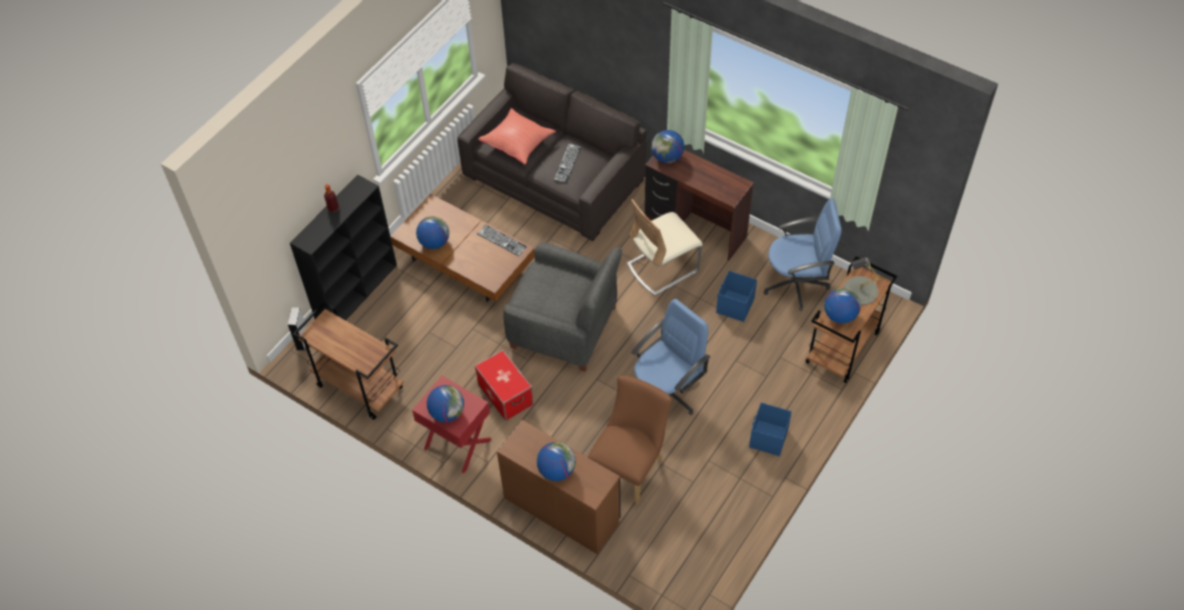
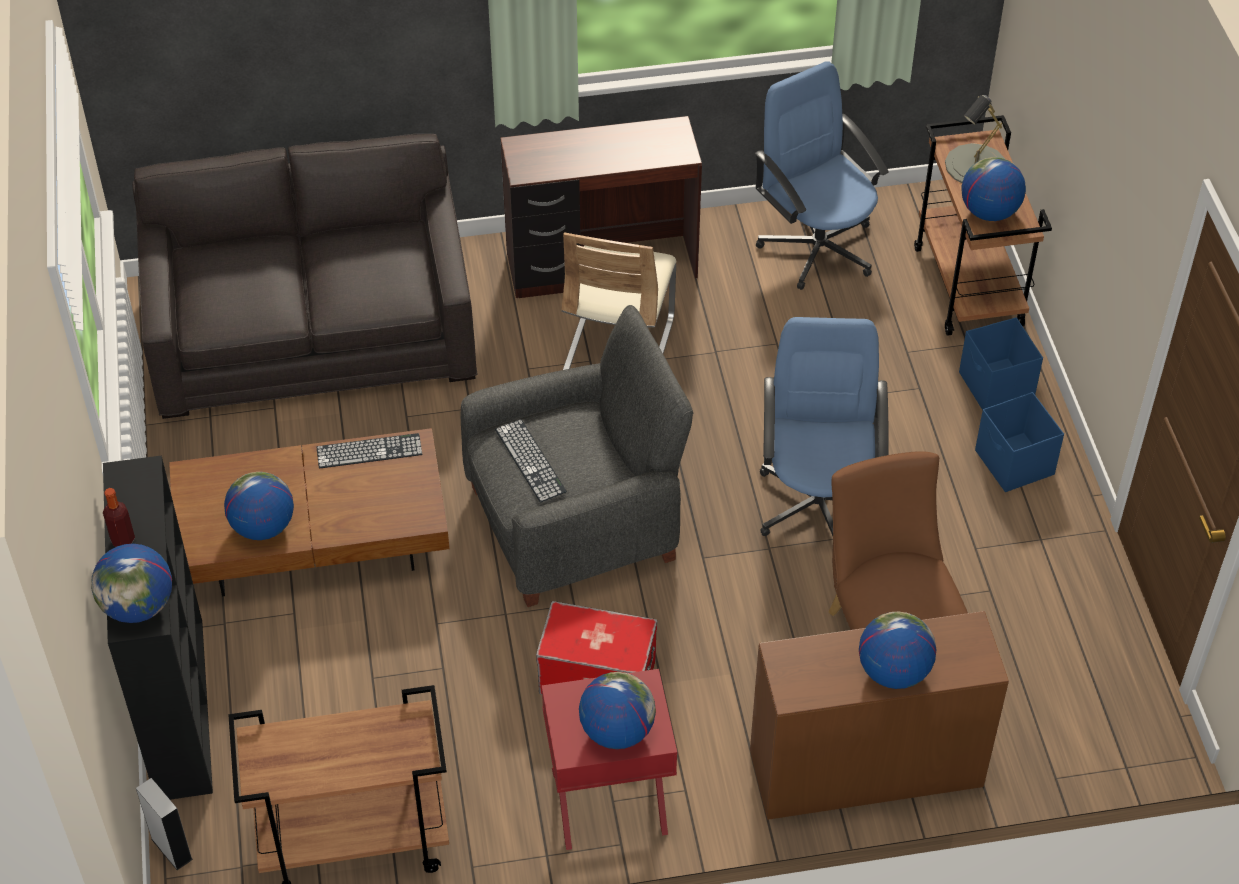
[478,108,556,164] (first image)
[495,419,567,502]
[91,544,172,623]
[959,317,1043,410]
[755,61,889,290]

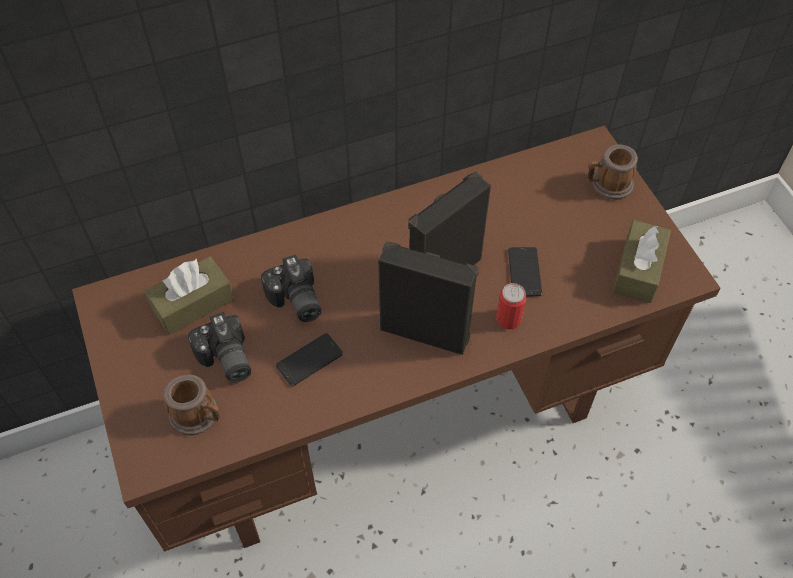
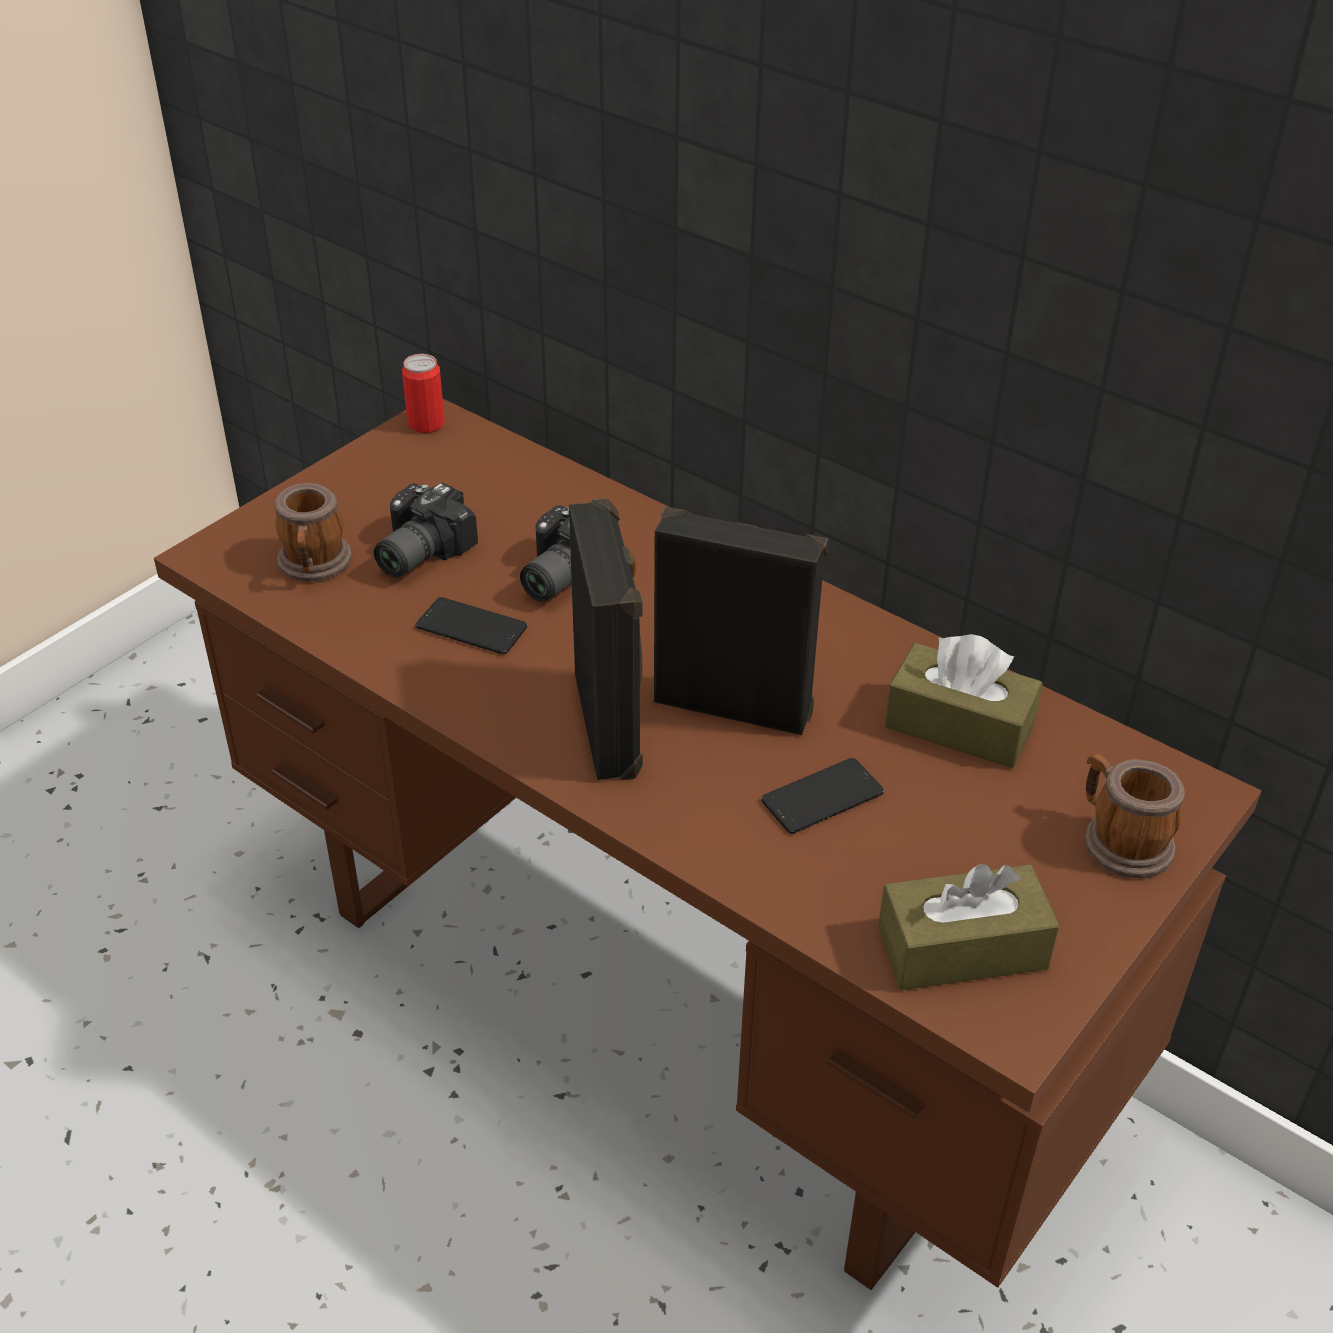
[885,634,1043,768]
[402,354,445,433]

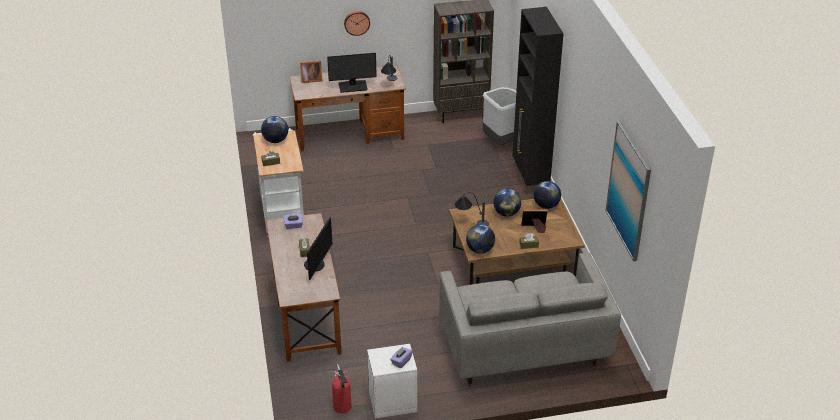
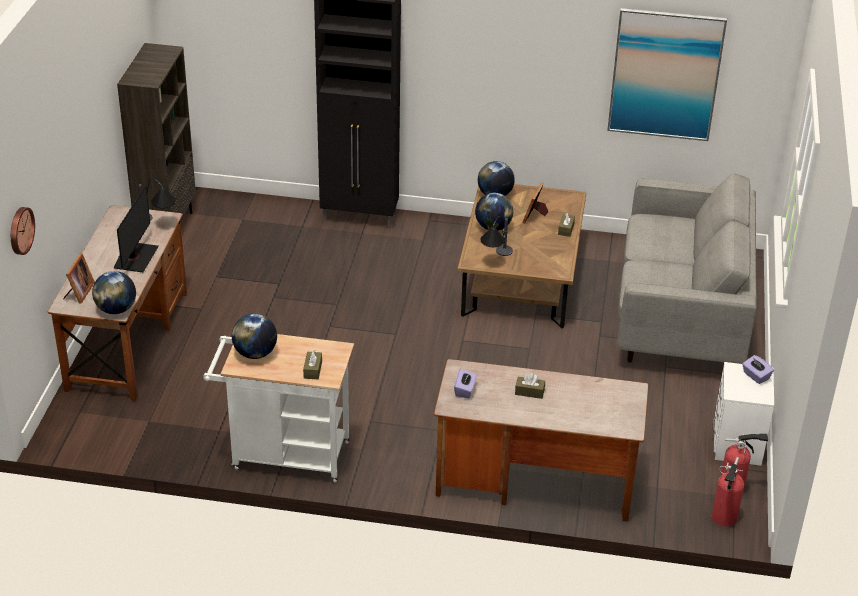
[304,218,333,280] (first image)
[483,87,516,146] (first image)
[712,457,744,526]
[11,207,35,255]
[92,271,136,314]

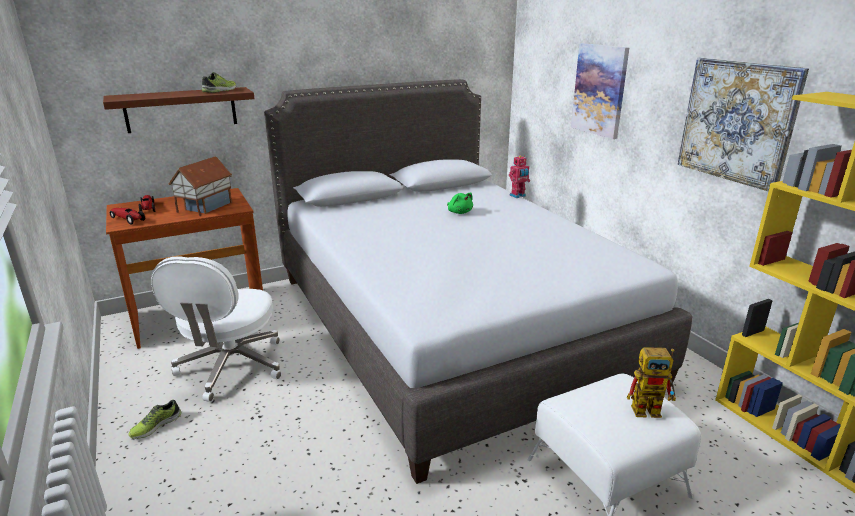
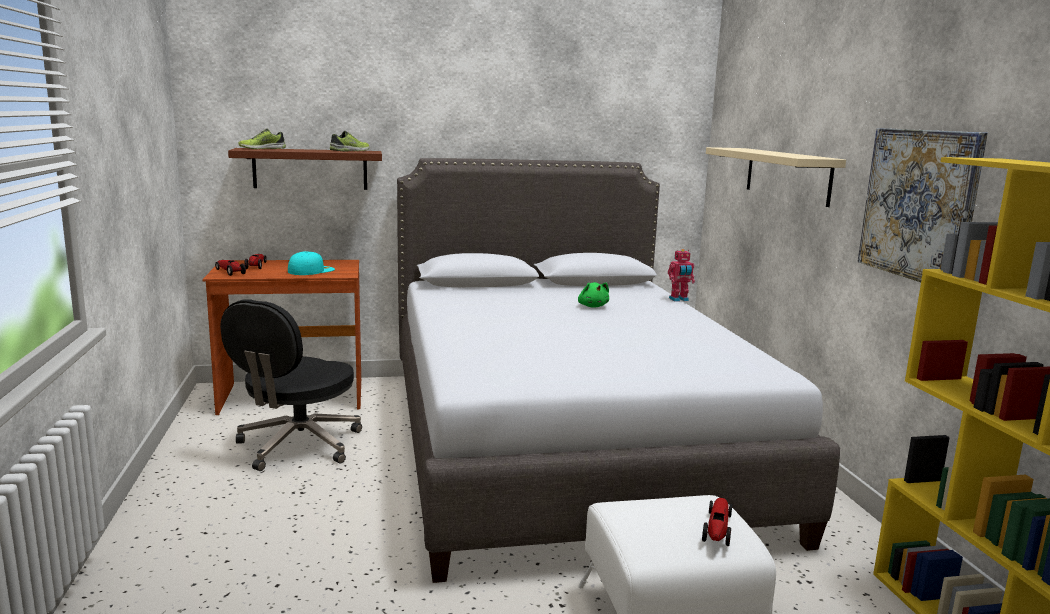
[239,129,286,149]
[288,251,335,275]
[706,147,846,207]
[702,498,732,546]
[220,299,362,471]

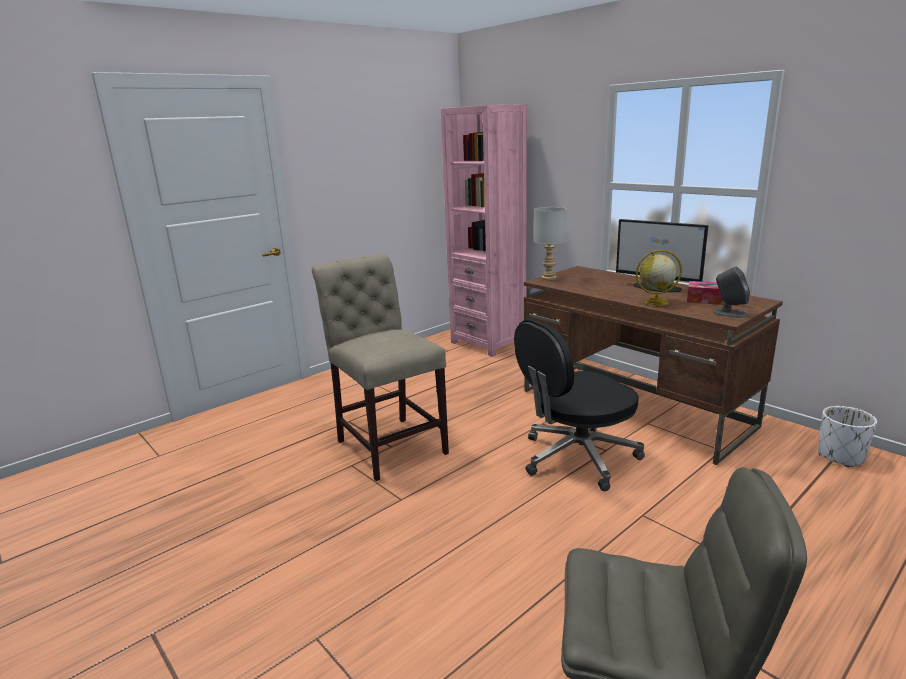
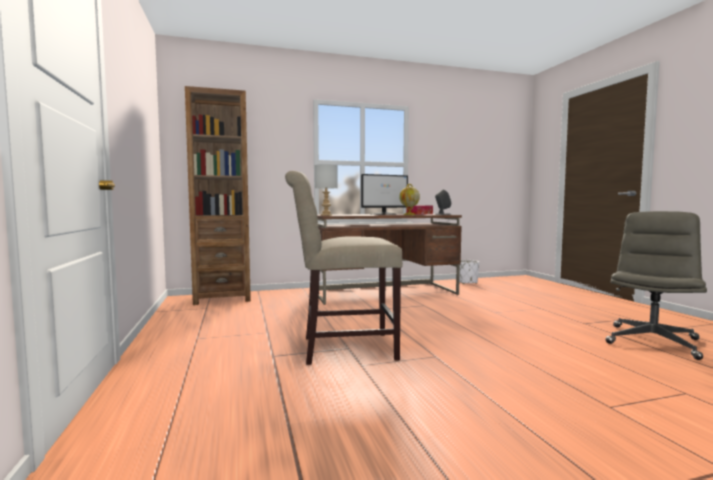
[514,319,645,491] (first image)
[185,86,251,305]

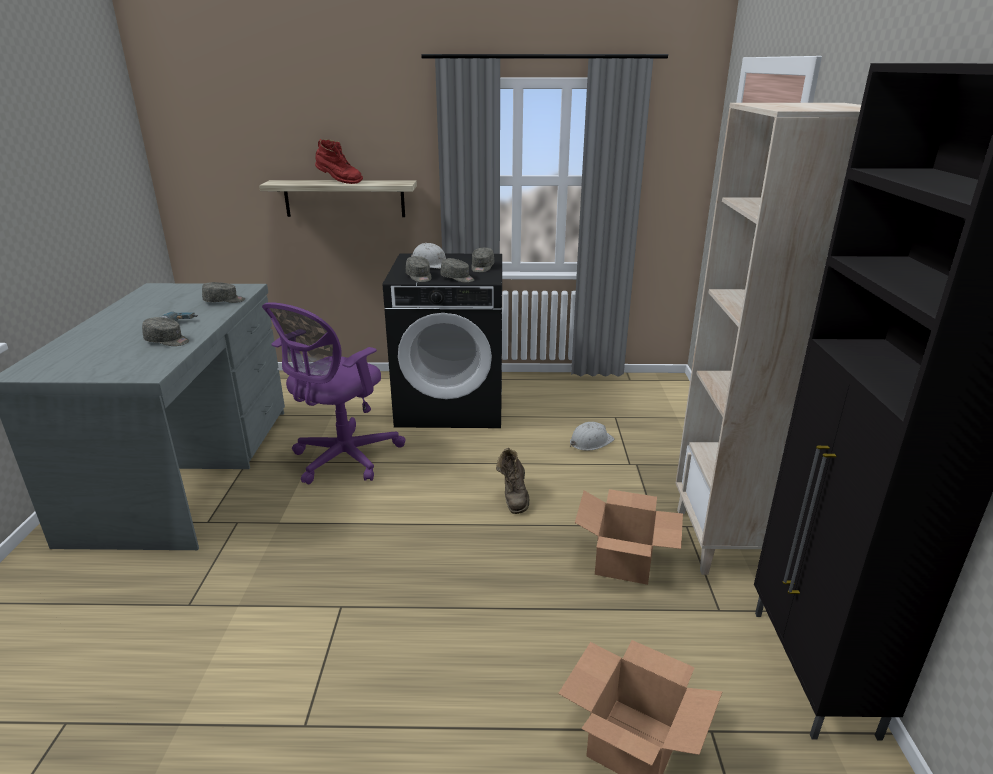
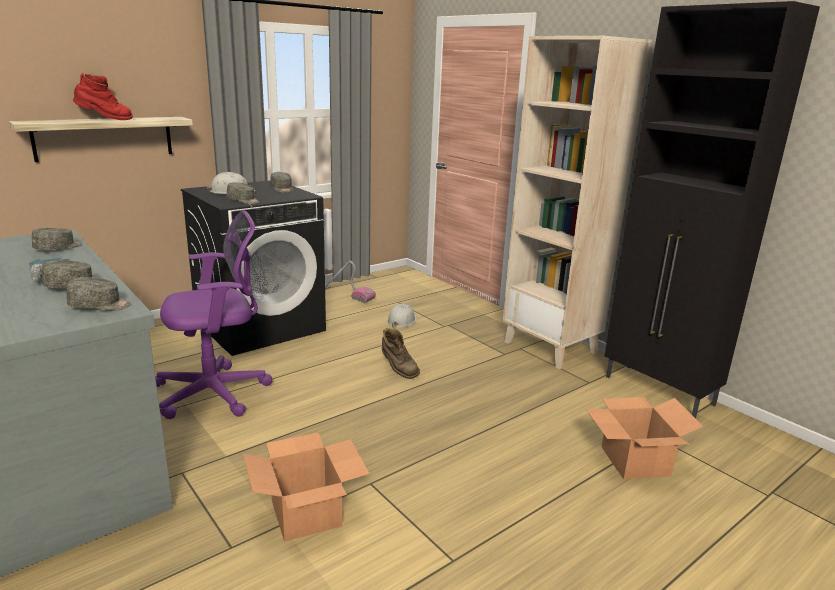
[325,261,376,303]
[66,277,131,311]
[243,433,370,542]
[155,210,273,419]

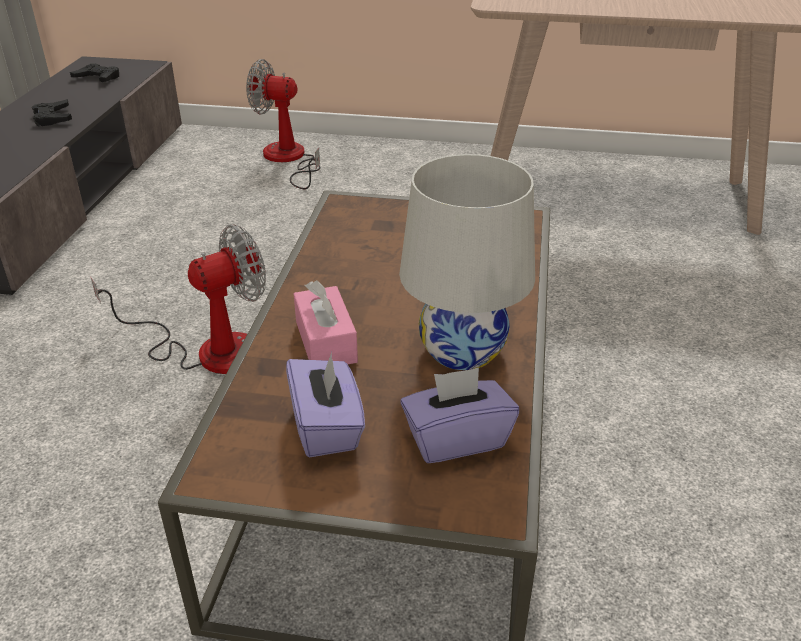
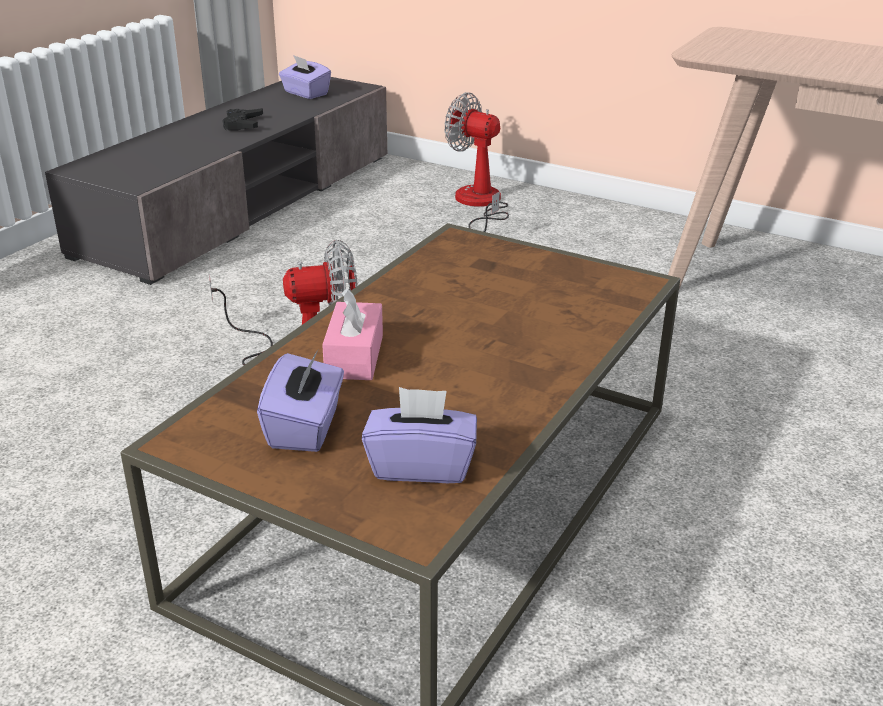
[399,154,535,370] (first image)
[279,55,331,99]

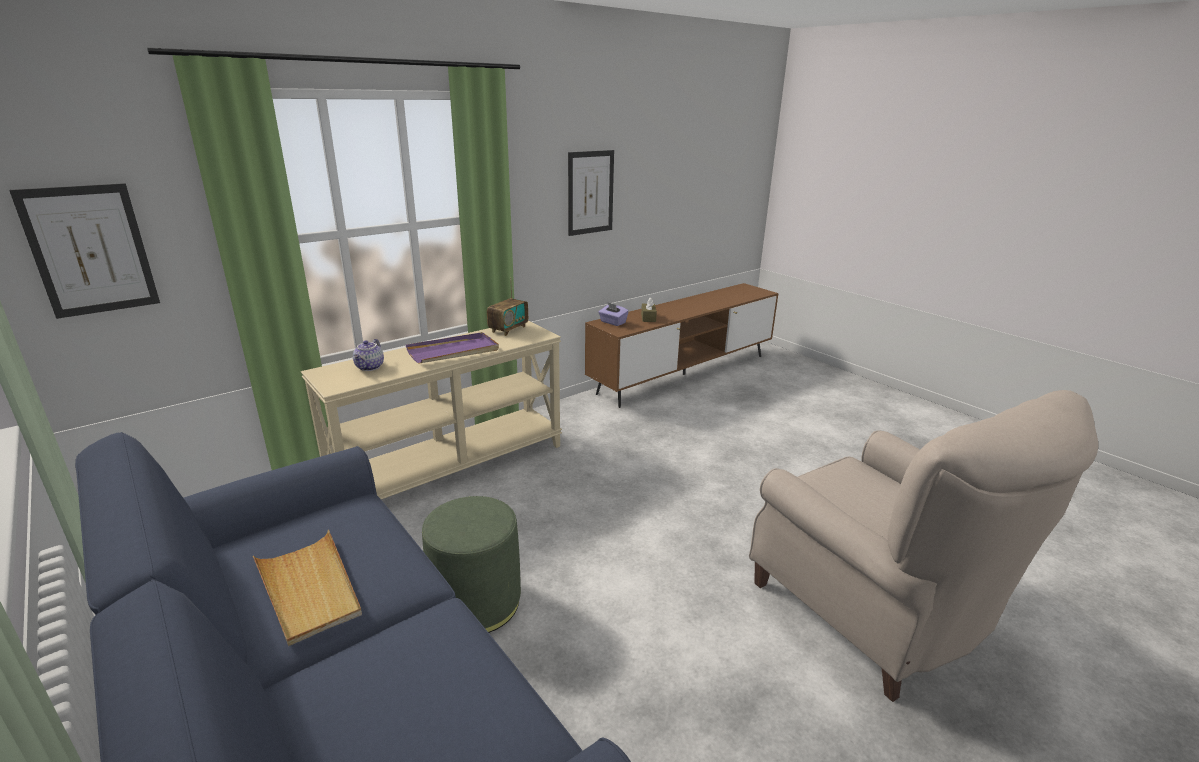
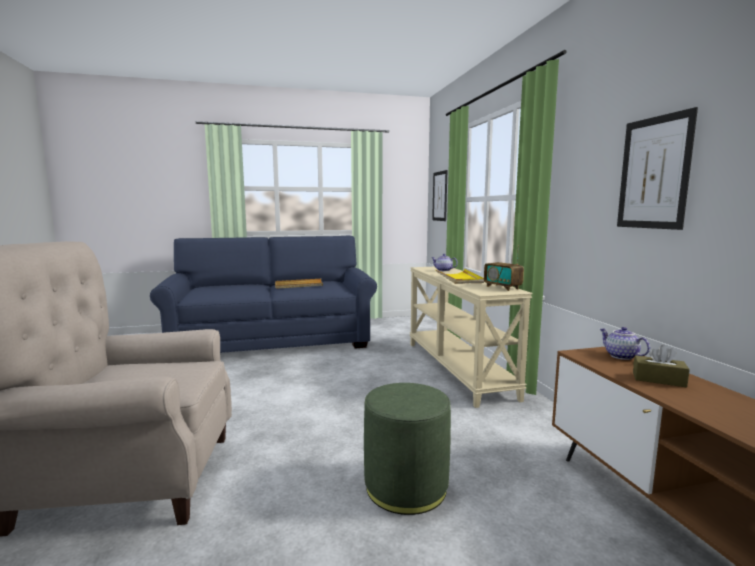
[364,383,451,515]
[600,327,650,360]
[436,269,484,284]

